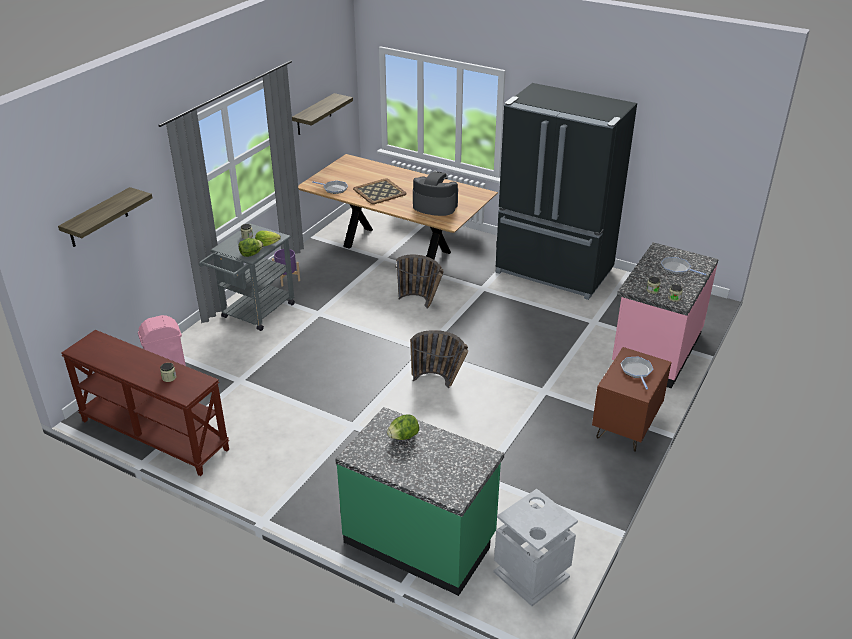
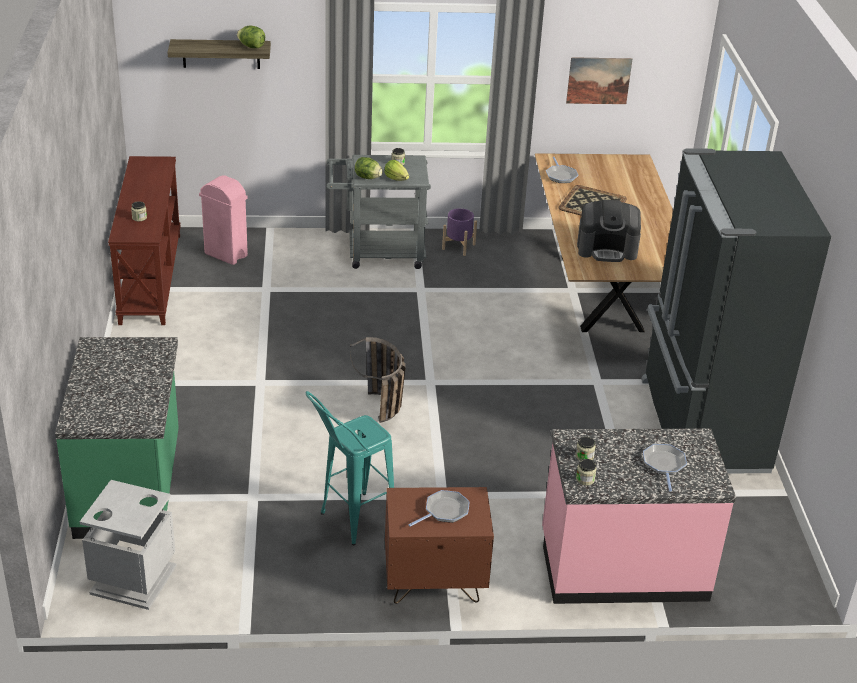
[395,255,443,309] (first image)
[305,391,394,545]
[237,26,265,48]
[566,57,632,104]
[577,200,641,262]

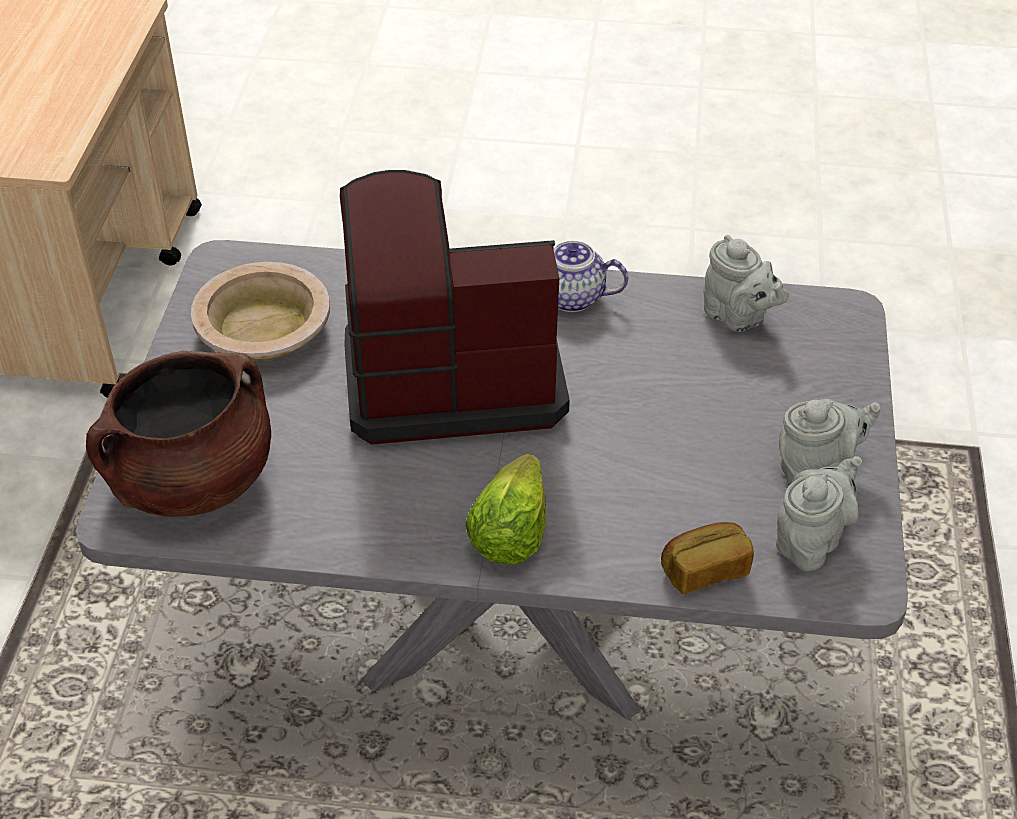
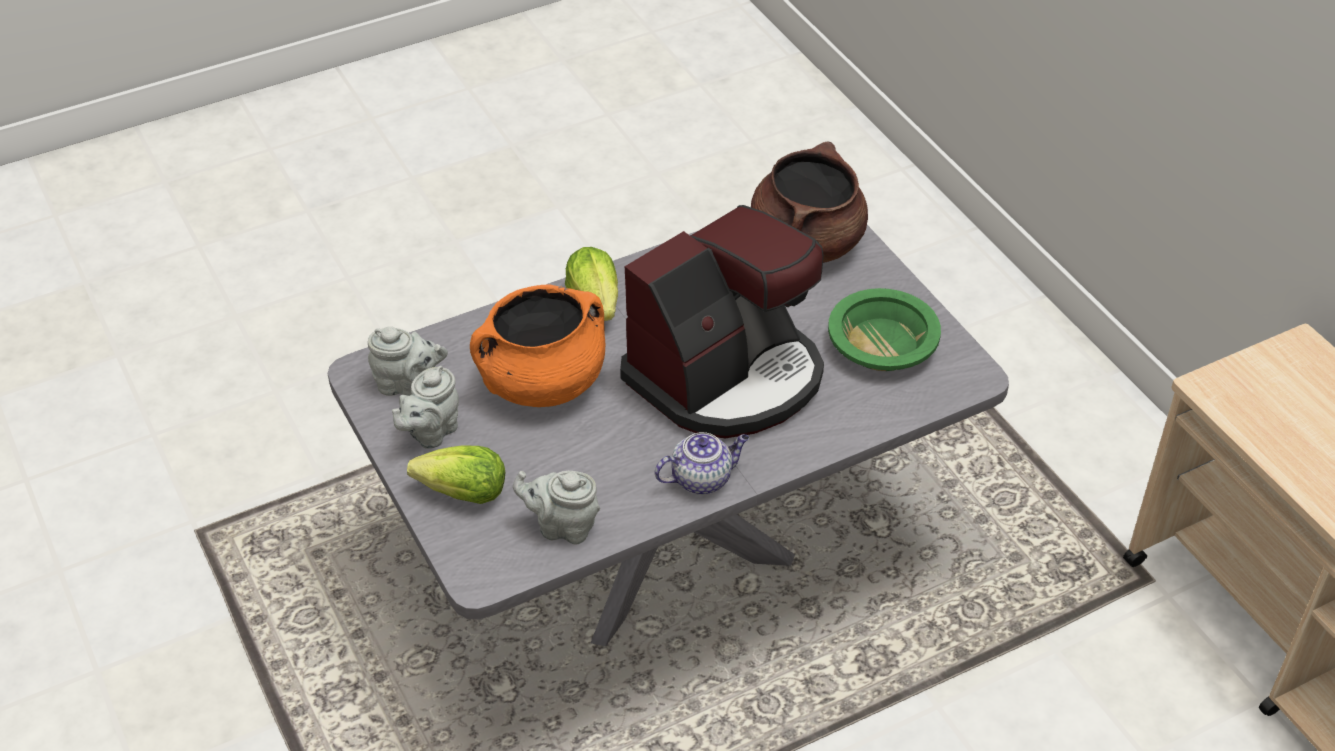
[661,522,754,595] (first image)
[407,445,505,504]
[470,284,606,407]
[828,288,941,371]
[368,326,448,396]

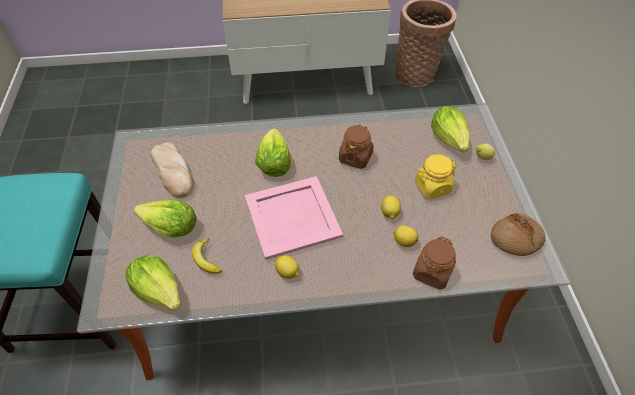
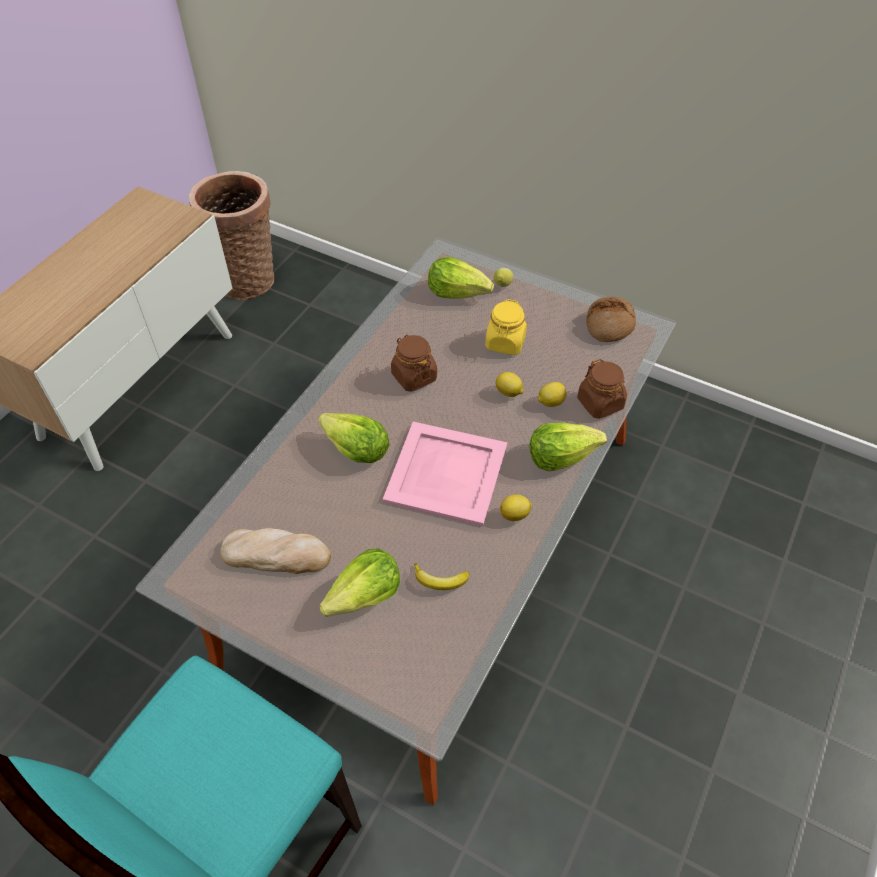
[530,423,607,471]

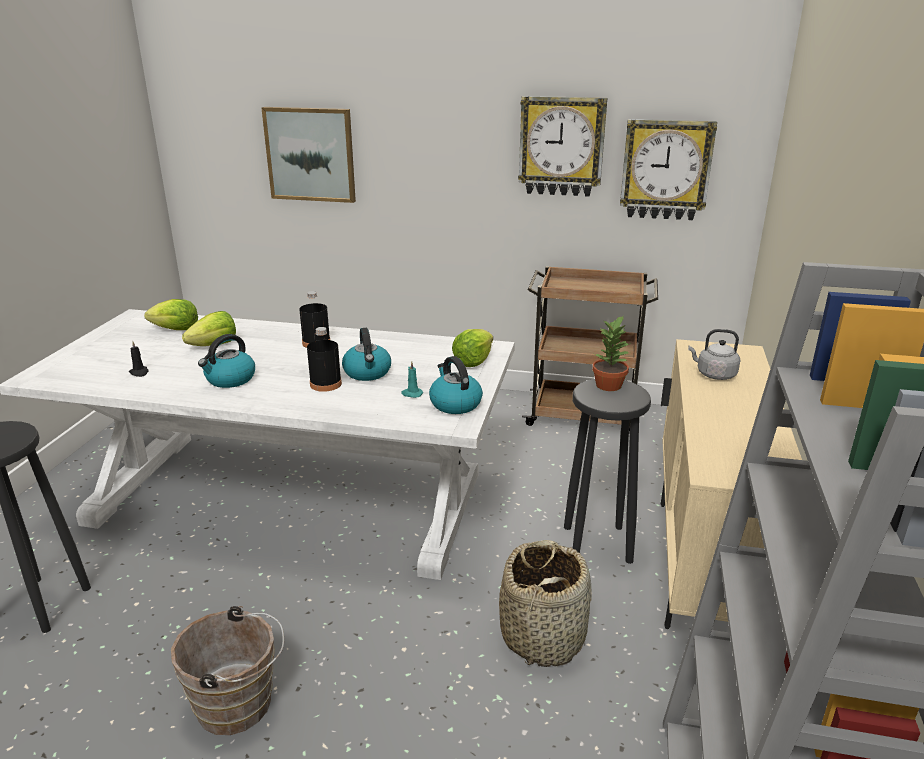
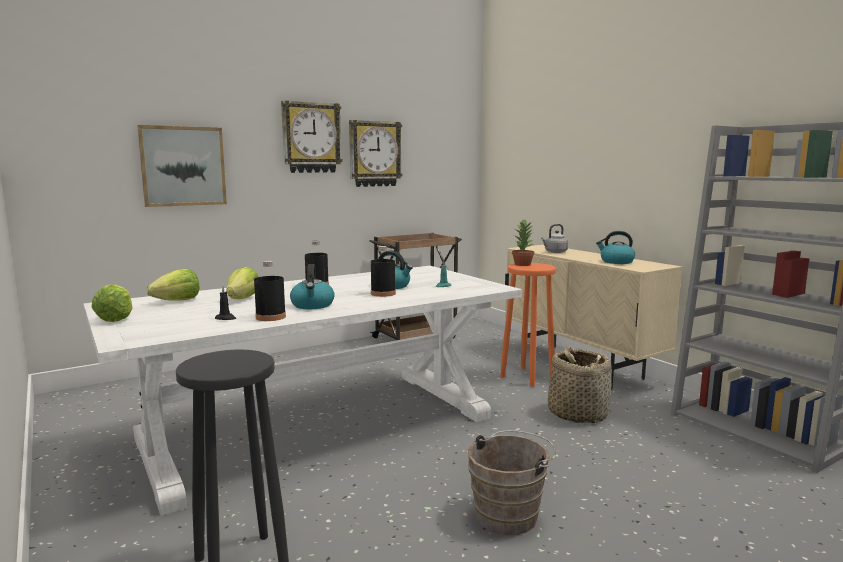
[254,261,286,321]
[596,231,635,264]
[92,284,132,322]
[281,100,343,173]
[500,263,556,387]

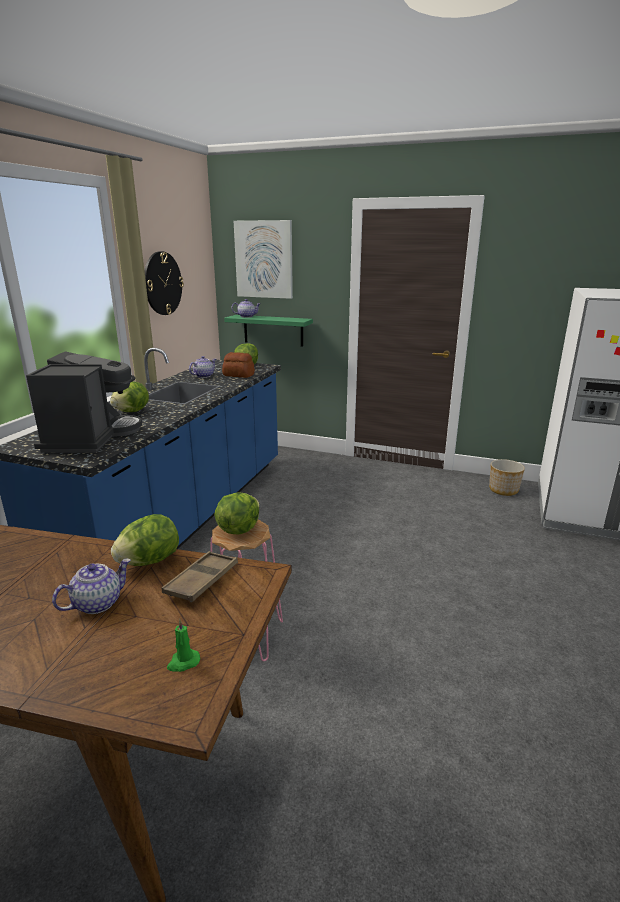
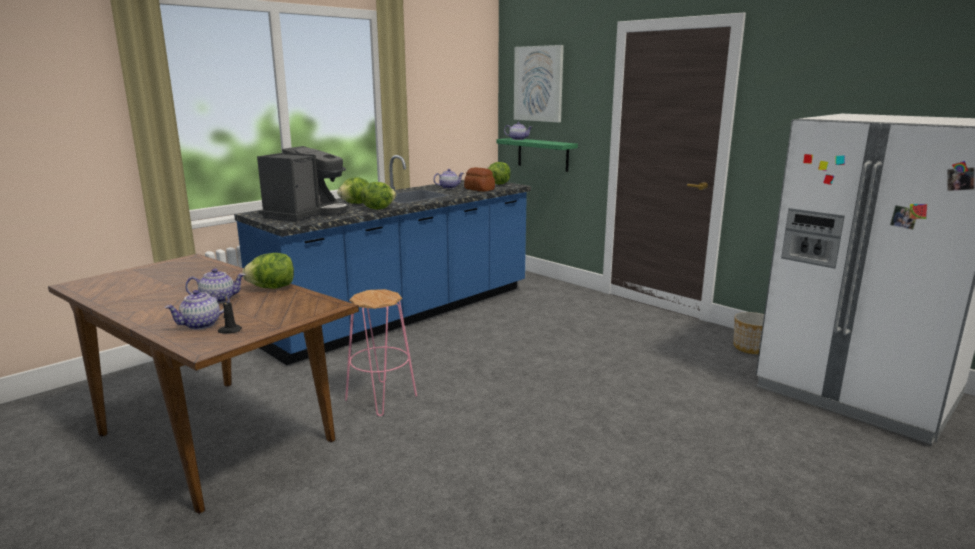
[144,251,184,315] (first image)
[162,551,238,602] (first image)
[165,290,230,329]
[361,182,396,209]
[218,296,242,333]

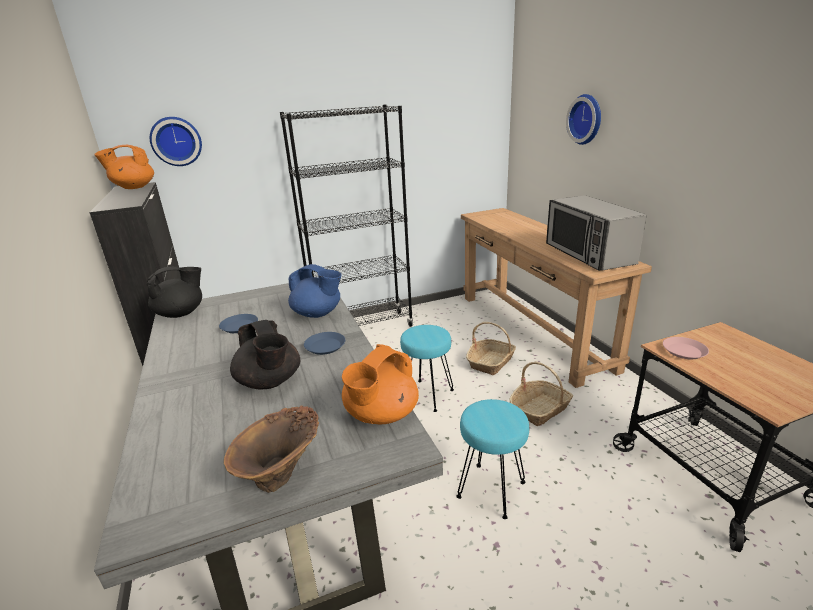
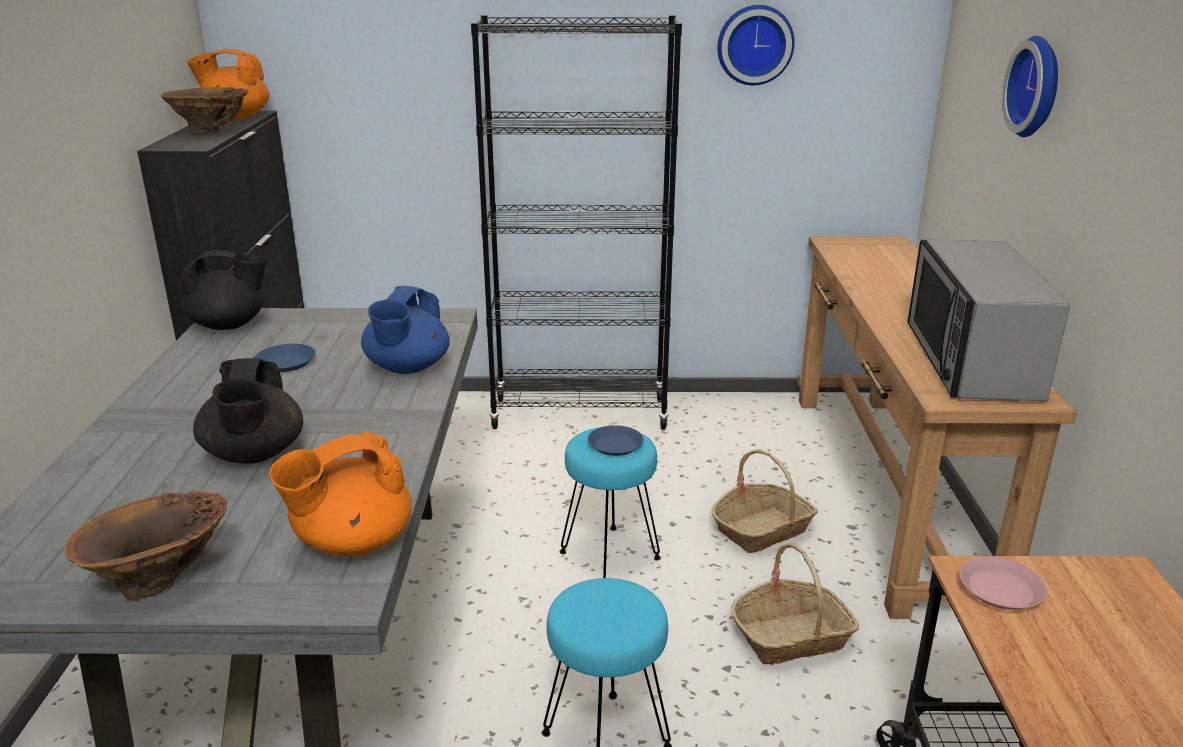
[161,87,248,134]
[717,5,794,85]
[588,425,644,456]
[361,286,450,374]

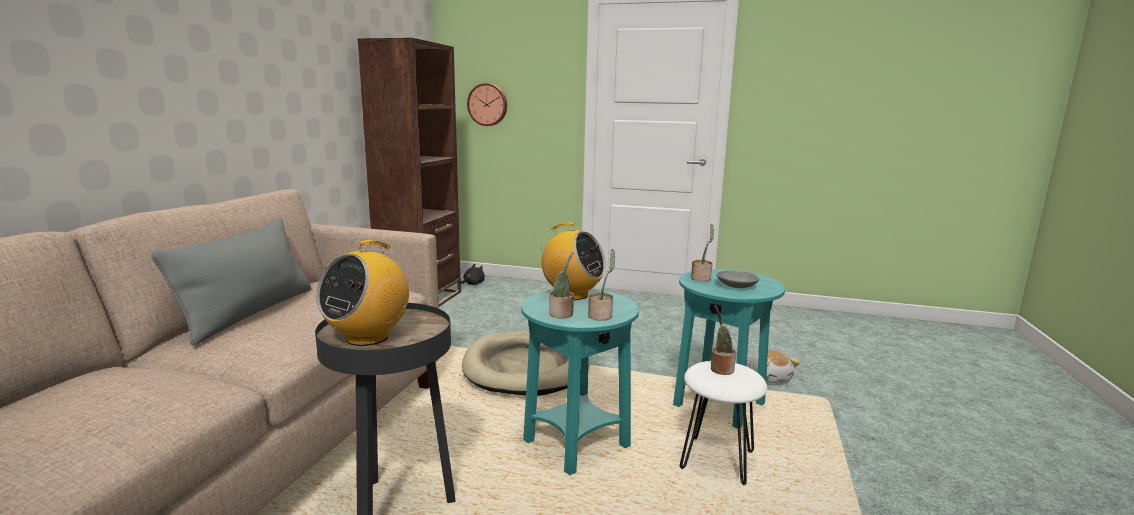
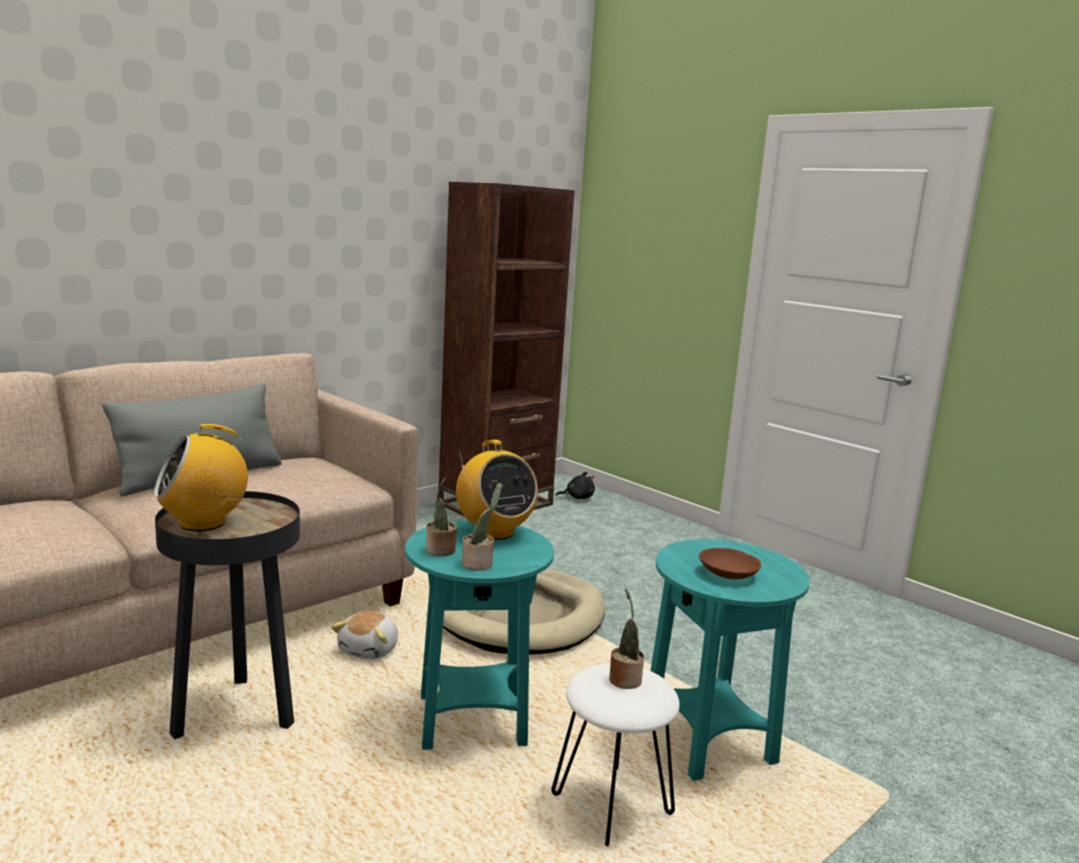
[467,83,507,126] (first image)
[691,224,714,282] (first image)
[331,611,398,659]
[699,548,761,579]

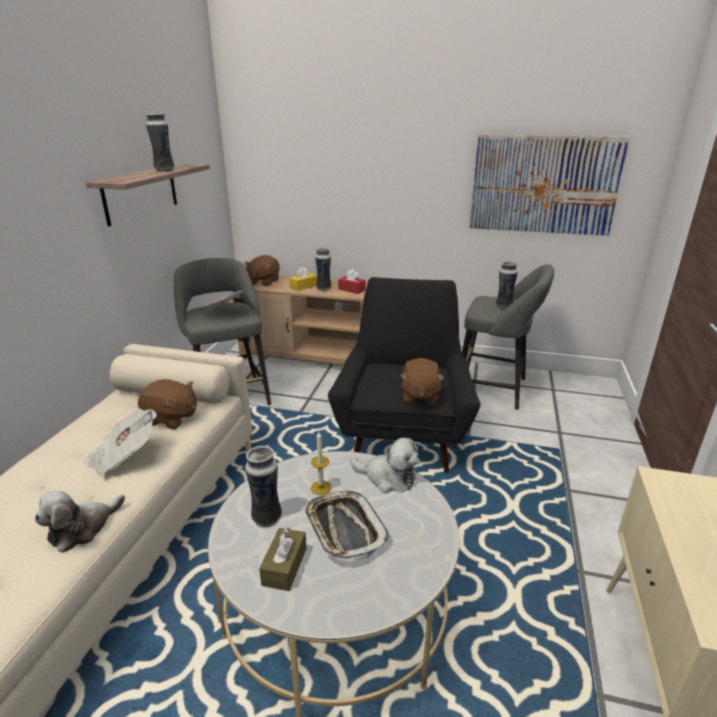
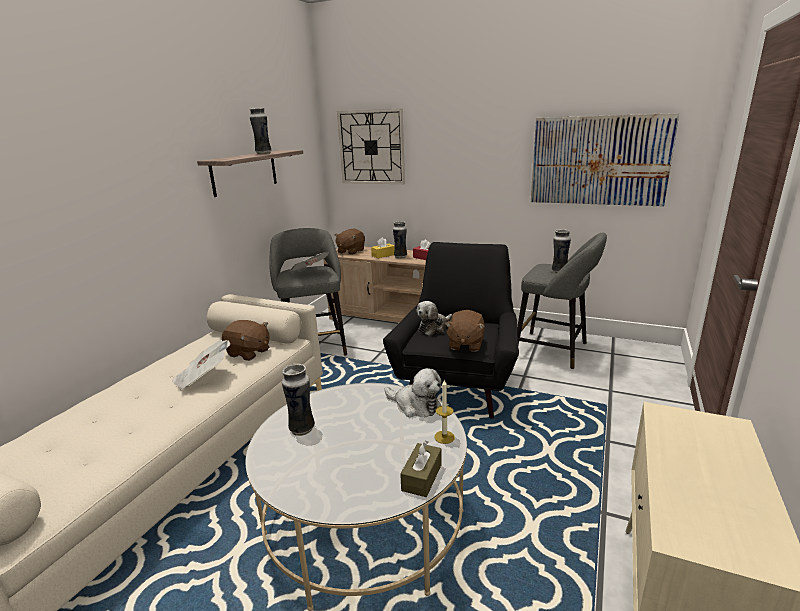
[303,491,391,563] (first image)
[337,108,405,184]
[416,301,452,336]
[400,440,442,497]
[434,379,455,444]

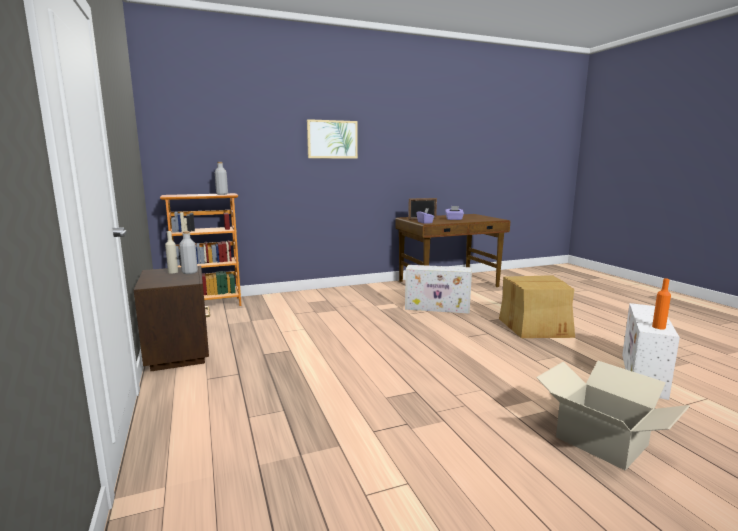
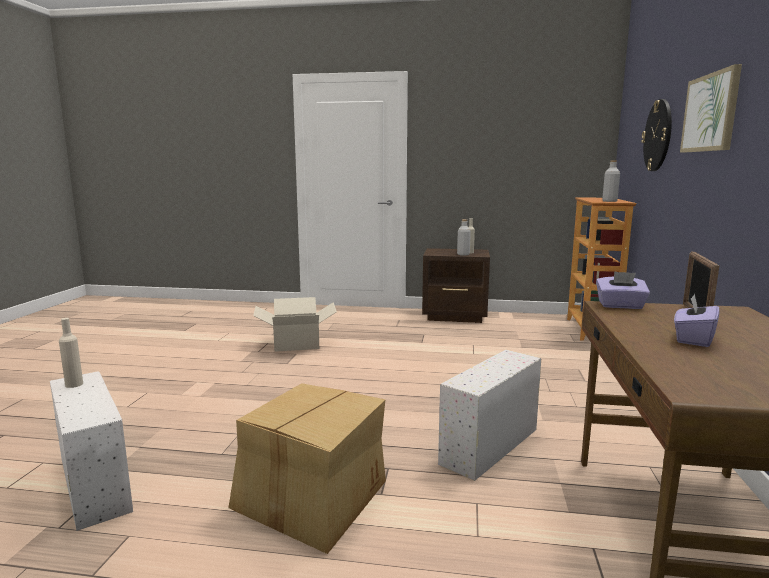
[641,99,672,171]
[253,297,337,352]
[59,318,83,388]

